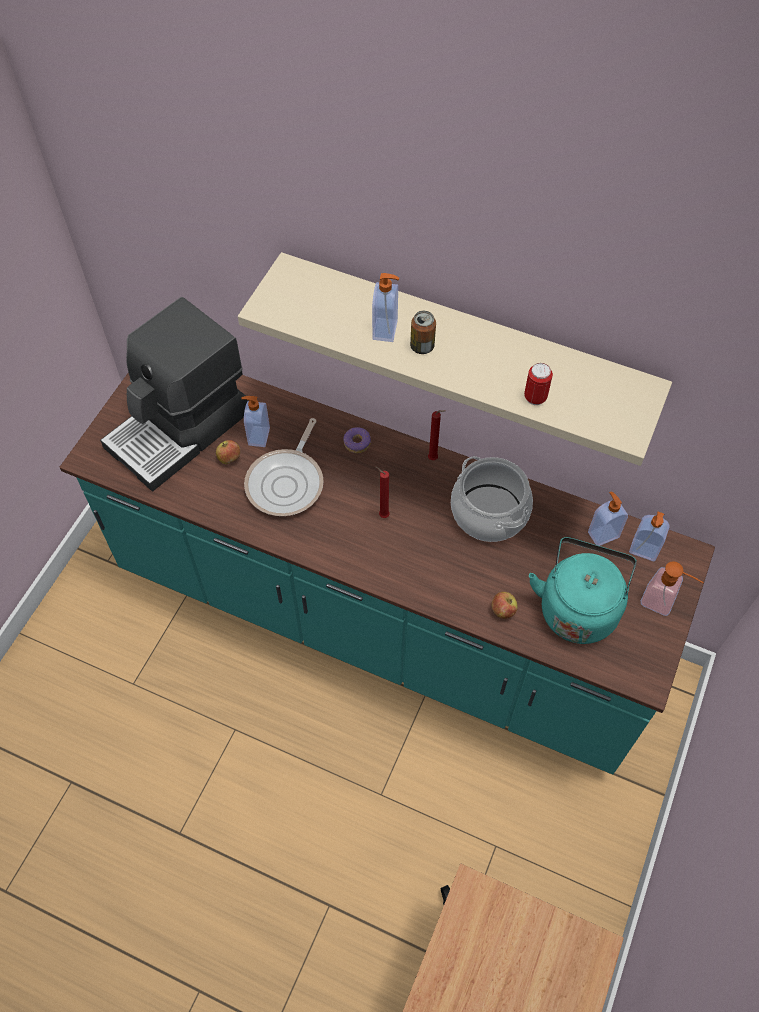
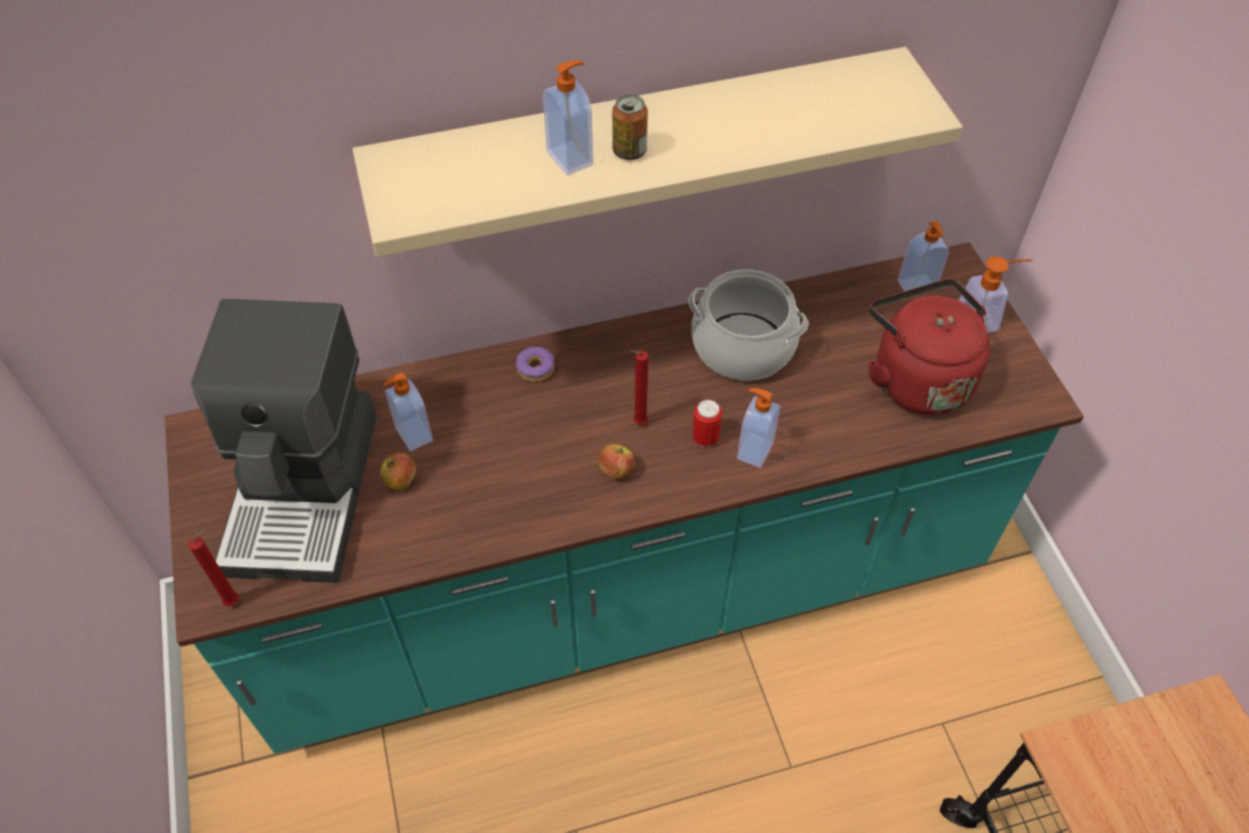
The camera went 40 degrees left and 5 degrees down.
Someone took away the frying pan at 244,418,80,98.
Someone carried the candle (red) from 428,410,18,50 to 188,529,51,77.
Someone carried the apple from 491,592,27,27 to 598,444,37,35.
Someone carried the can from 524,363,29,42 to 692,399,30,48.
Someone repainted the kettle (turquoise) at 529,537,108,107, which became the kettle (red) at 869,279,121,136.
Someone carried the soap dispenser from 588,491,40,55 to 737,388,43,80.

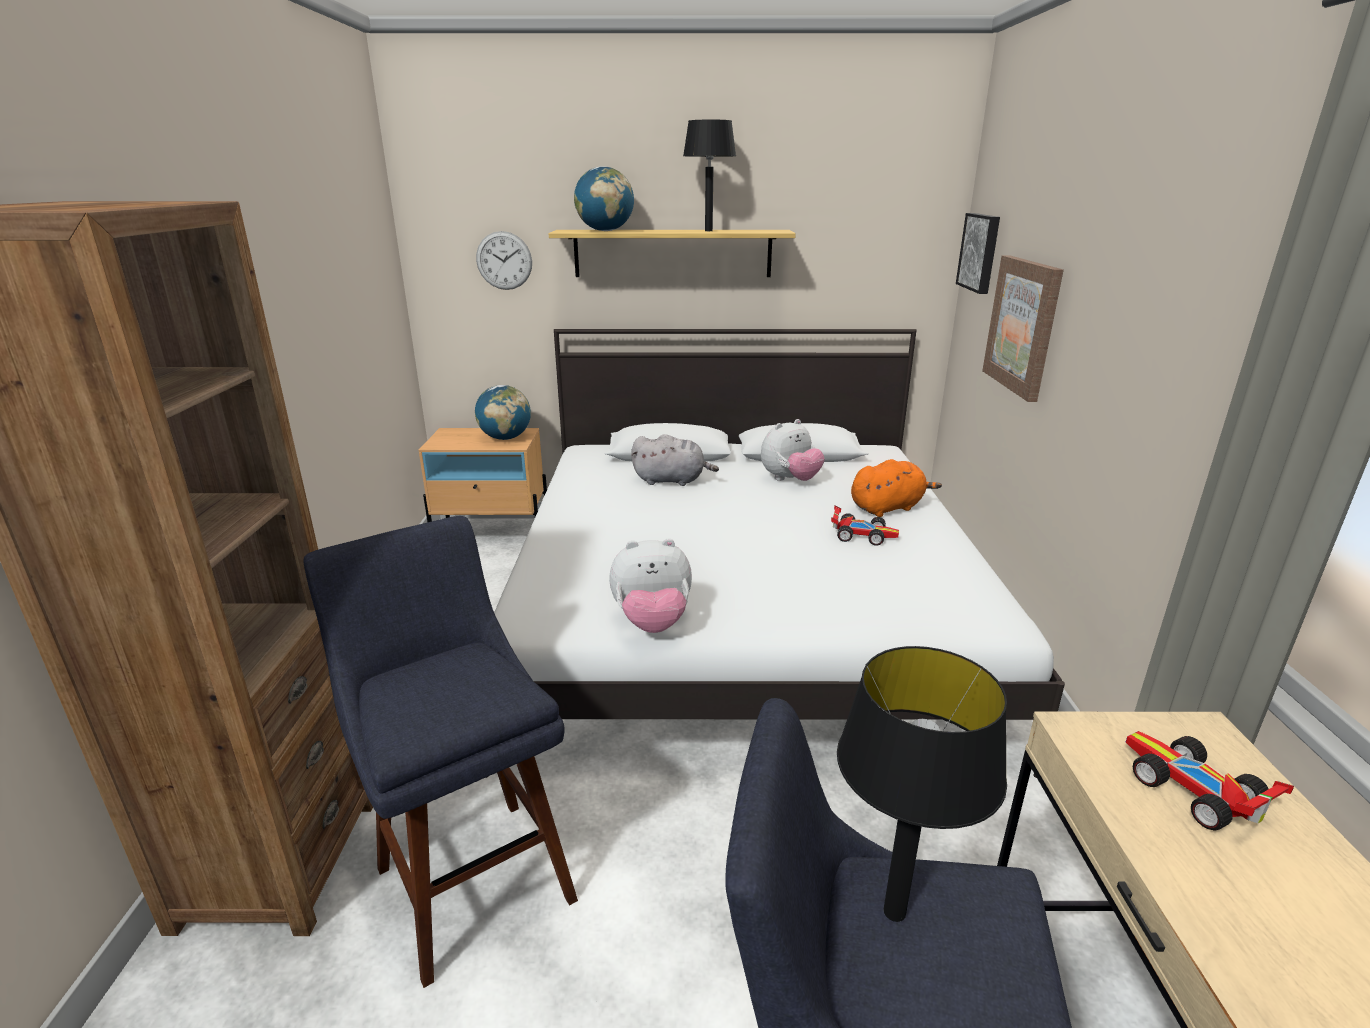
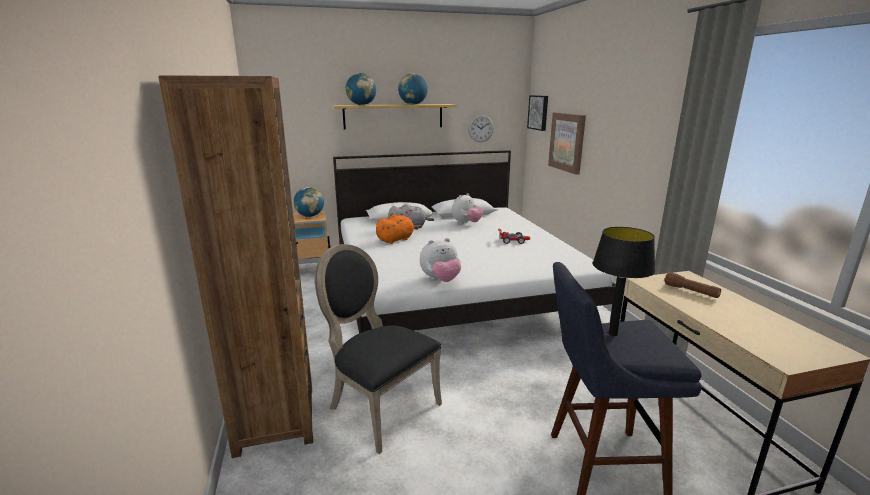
The camera went 15 degrees left and 5 degrees down.
Someone swapped the stool (blue) at 303,516,275,472 for the chair (black) at 315,244,127,210.
Someone carried the wall clock from 476,231,56,59 to 468,115,26,27.
Someone swapped the table lamp (black) at 683,120,53,111 for the globe at 398,73,30,32.
Someone carried the plush toy (orange) from 851,459,91,58 to 376,214,46,30.
Someone swapped the toy car at 1125,731,169,99 for the flashlight (brown) at 664,272,57,26.

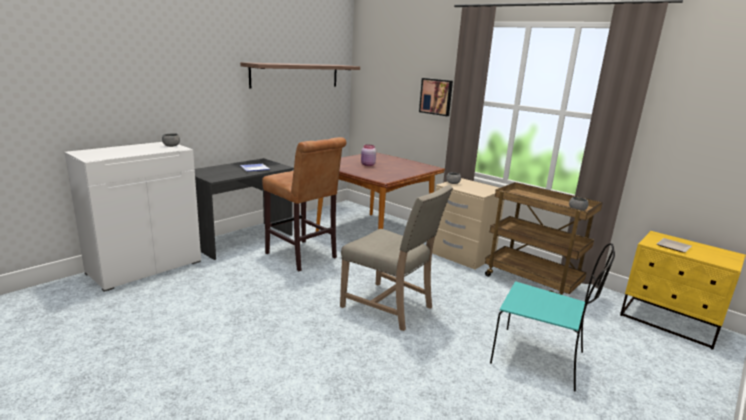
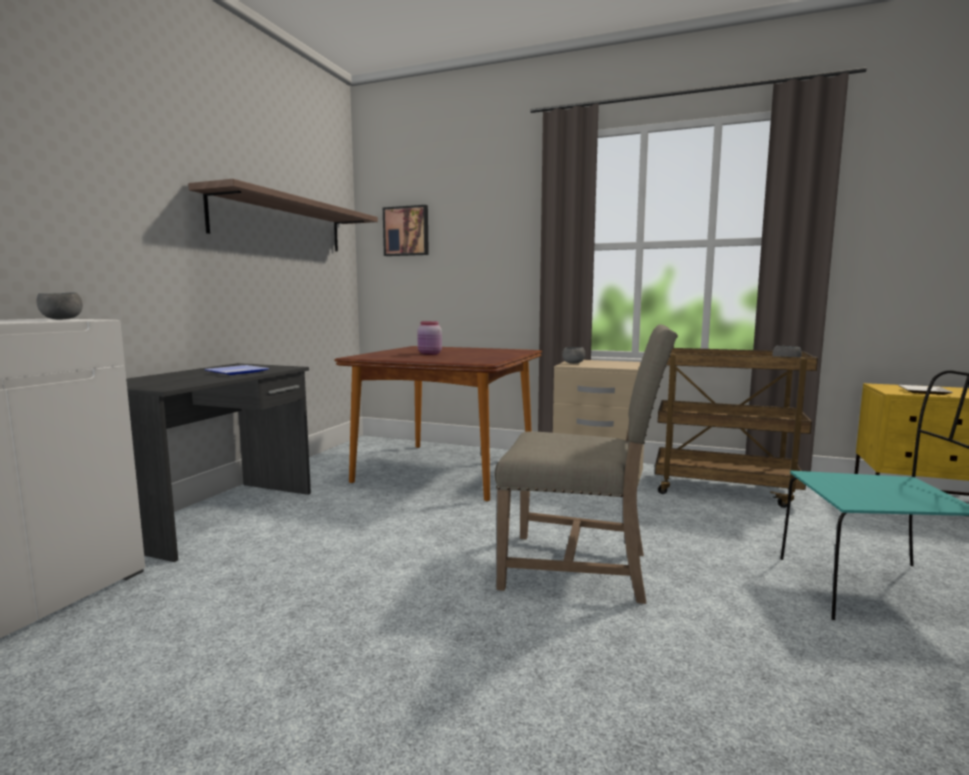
The camera went 20 degrees left and 10 degrees down.
Someone took away the stool (brown) at 262,137,84,134.
Someone carried the picture from 419,78,34,38 to 383,205,46,51.

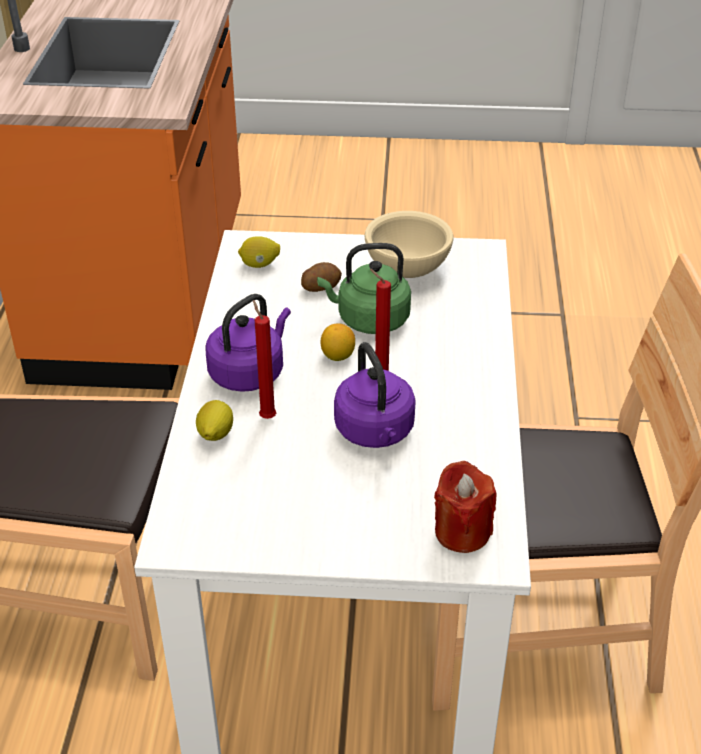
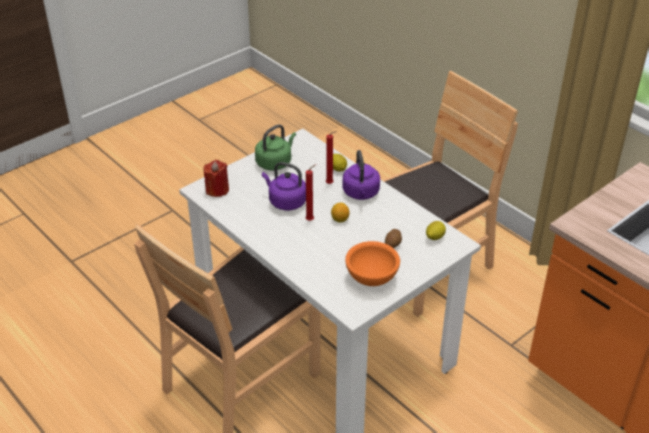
The camera went 135 degrees right and 0 degrees up.
Someone carried the kettle (green) from 317,243,94,91 to 255,124,41,47.
Someone repainted the bowl (beige) at 364,211,89,67, which became the bowl (orange) at 345,241,55,45.

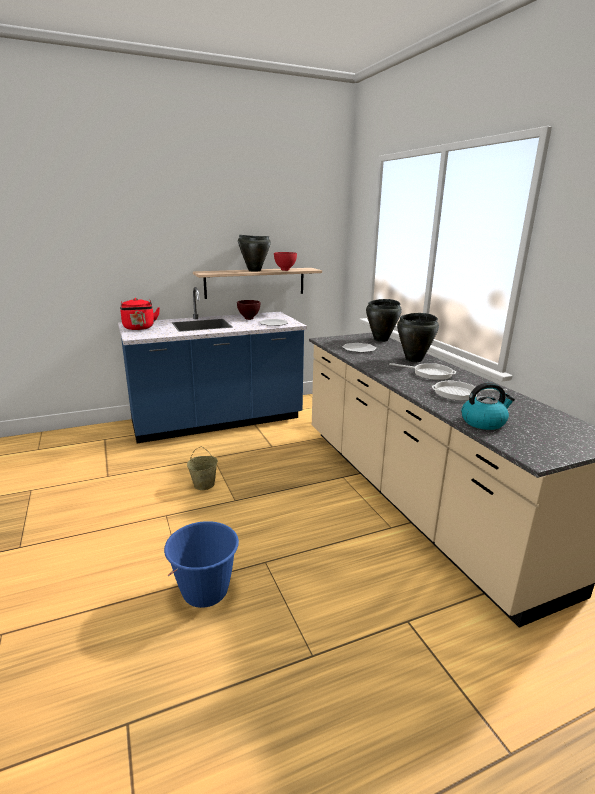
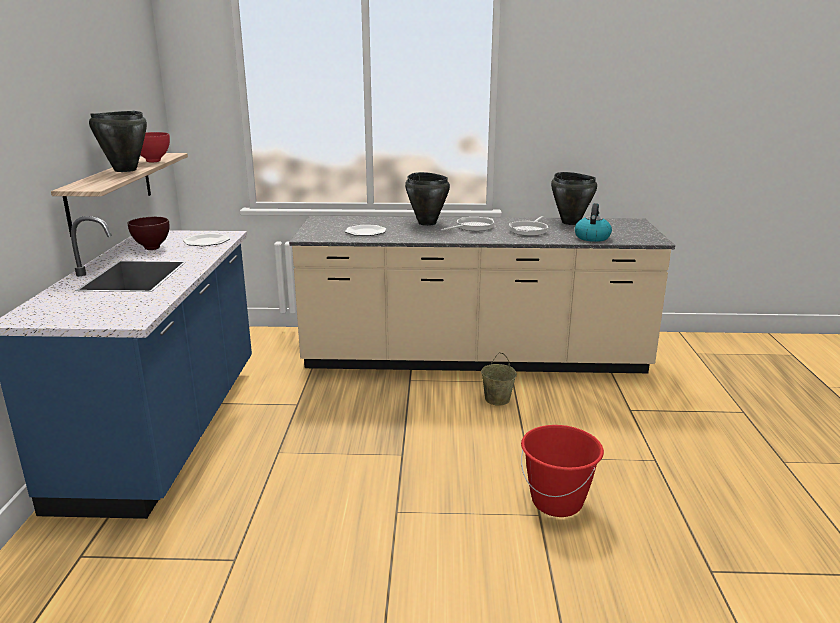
The camera went 65 degrees left and 0 degrees up.
Someone took away the kettle (red) at 120,298,40,32.
Someone repainted the bucket (blue) at 164,521,75,87, which became the bucket (red) at 521,425,83,92.
Someone carried the bucket (beige) from 187,447,31,43 to 481,353,36,53.
Someone carried the cooking pot (black) from 366,299,36,43 to 551,172,46,53.

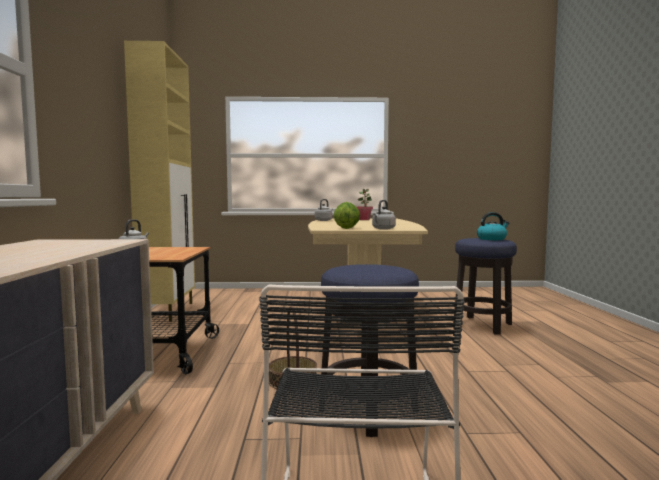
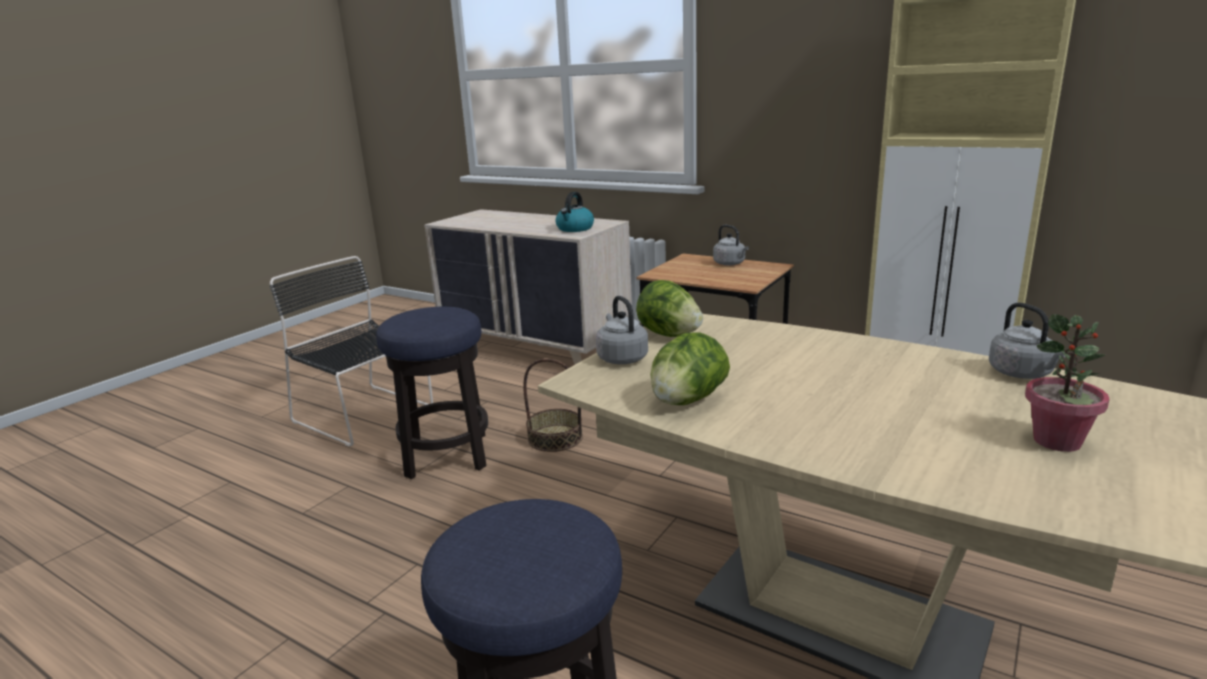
The camera went 125 degrees right and 15 degrees up.
Someone carried the kettle from 477,212,32,28 to 555,192,39,40.
Someone put down the lettuce at 650,332,80,73.

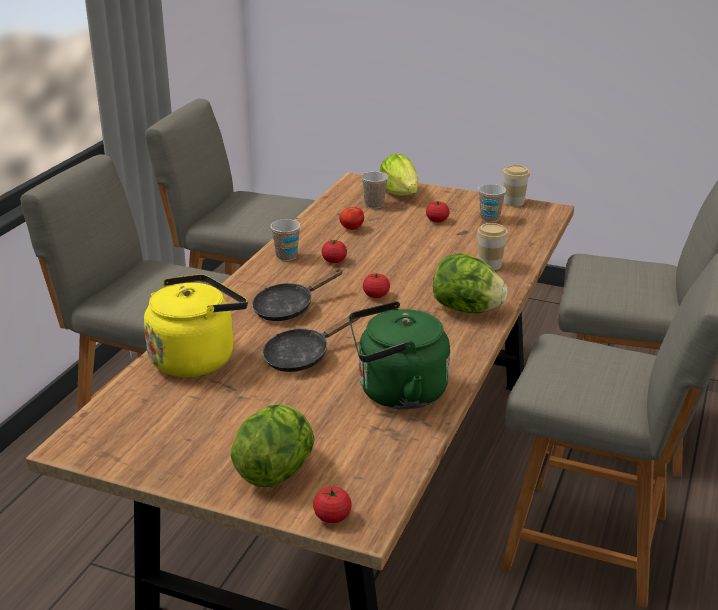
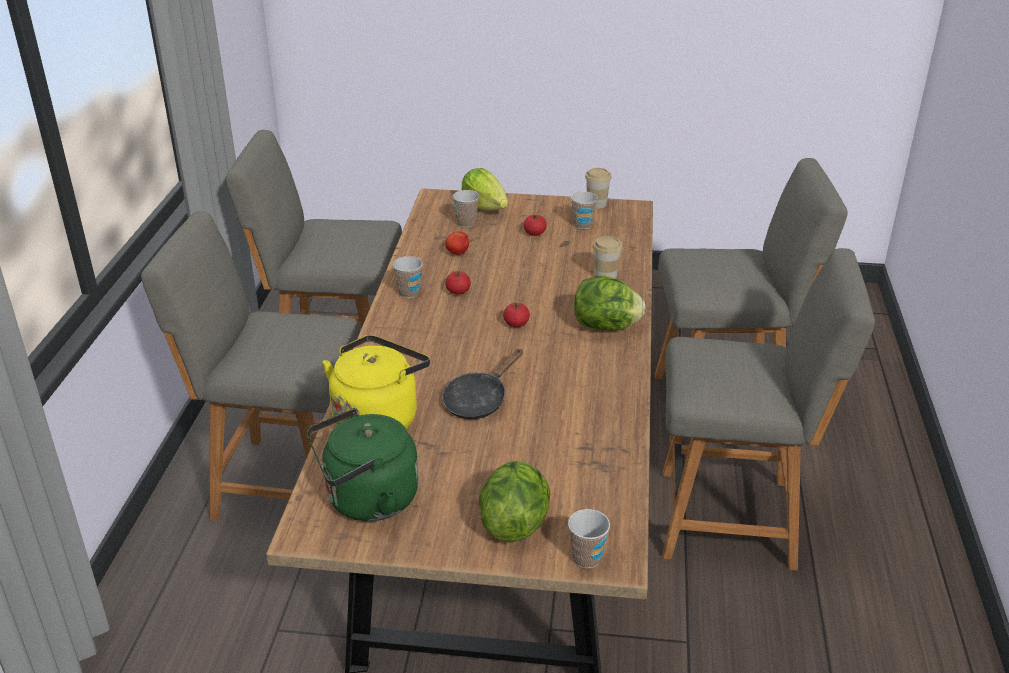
The camera went 15 degrees left and 5 degrees up.
Someone took away the frying pan (black) at 252,269,91,52.
Someone swapped the tomato at 313,486,39,37 for the cup at 568,509,42,59.
Someone carried the kettle (green) from 349,301,101,108 to 307,408,112,113.

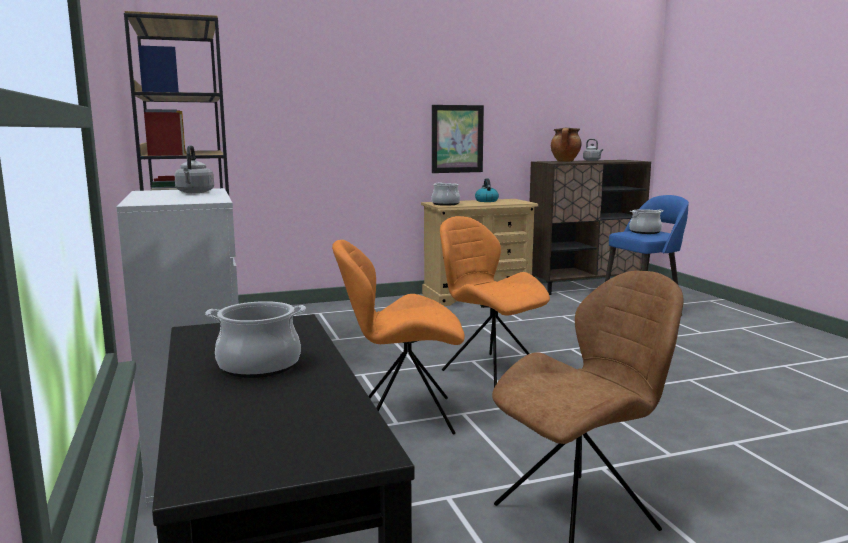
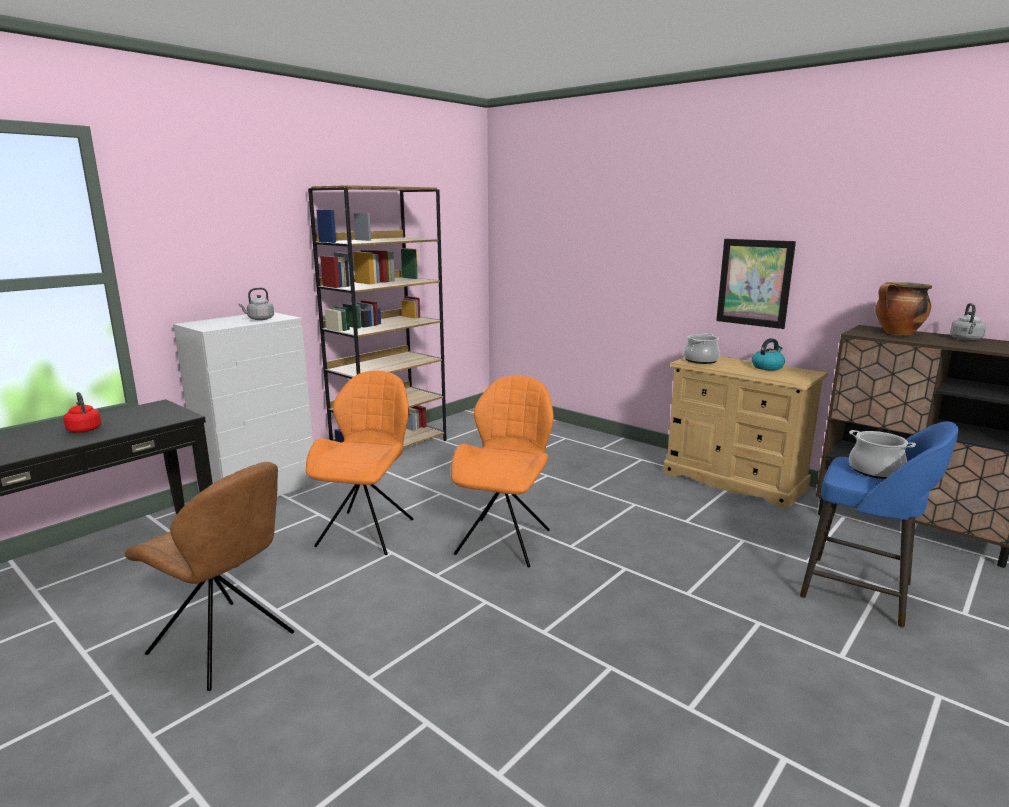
The camera went 60 degrees right and 5 degrees up.
Someone swapped the cooking pot at 205,301,101,77 for the kettle (red) at 63,392,38,41.
Someone rotated the chair (orange) at 332,240,133,194 by 45 degrees clockwise.

